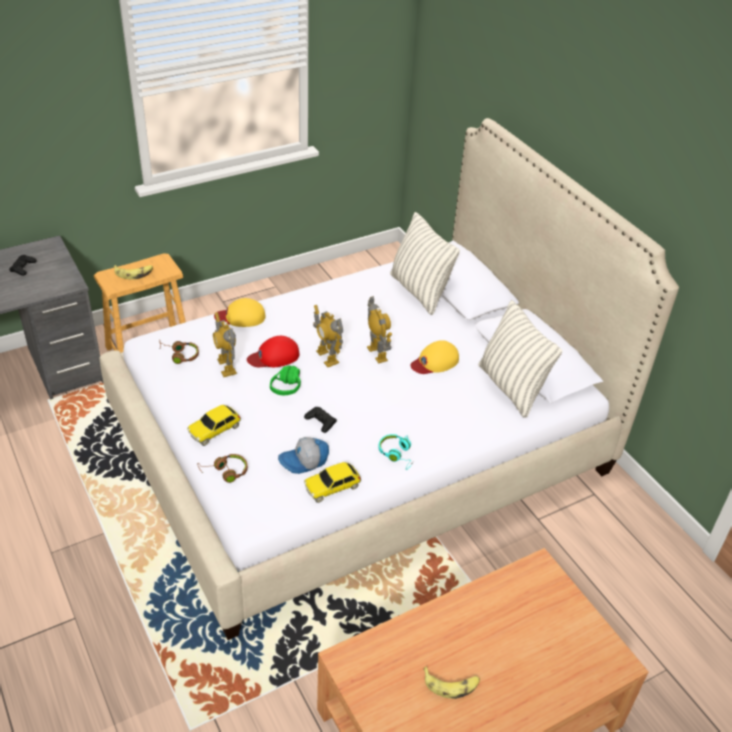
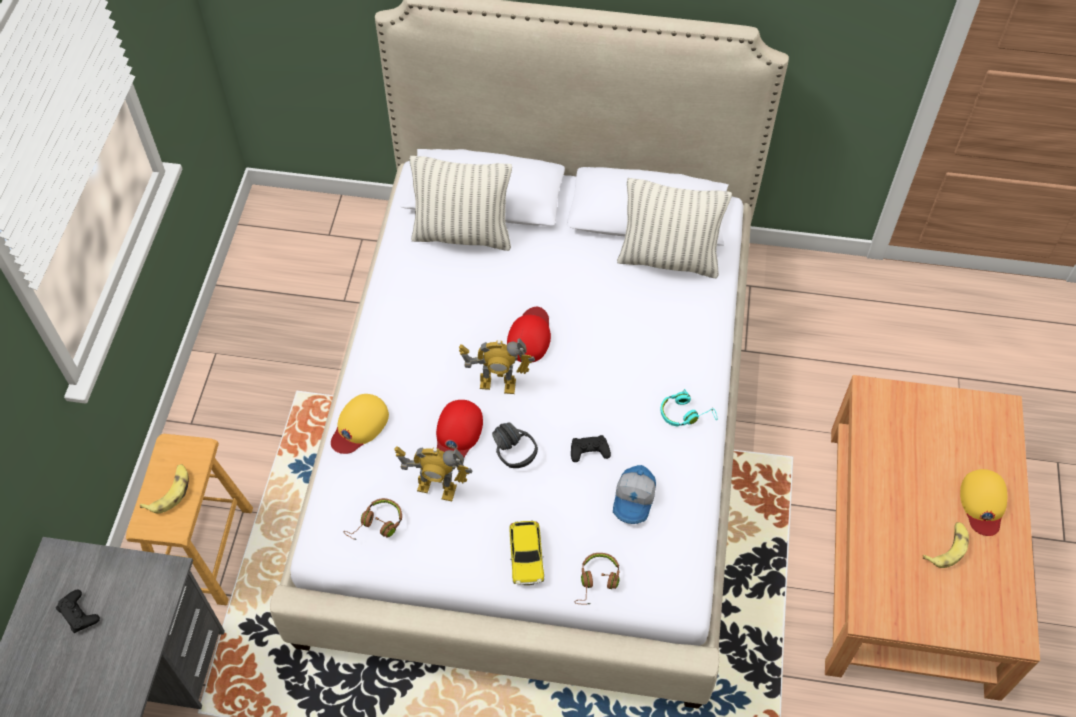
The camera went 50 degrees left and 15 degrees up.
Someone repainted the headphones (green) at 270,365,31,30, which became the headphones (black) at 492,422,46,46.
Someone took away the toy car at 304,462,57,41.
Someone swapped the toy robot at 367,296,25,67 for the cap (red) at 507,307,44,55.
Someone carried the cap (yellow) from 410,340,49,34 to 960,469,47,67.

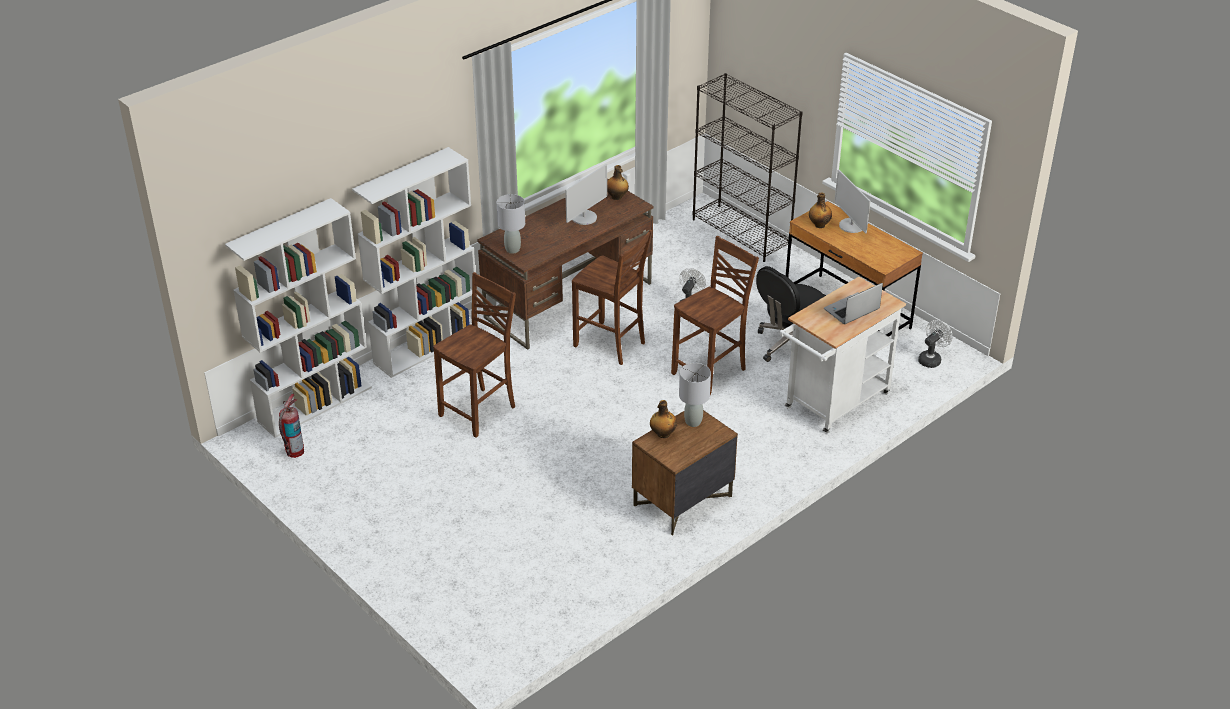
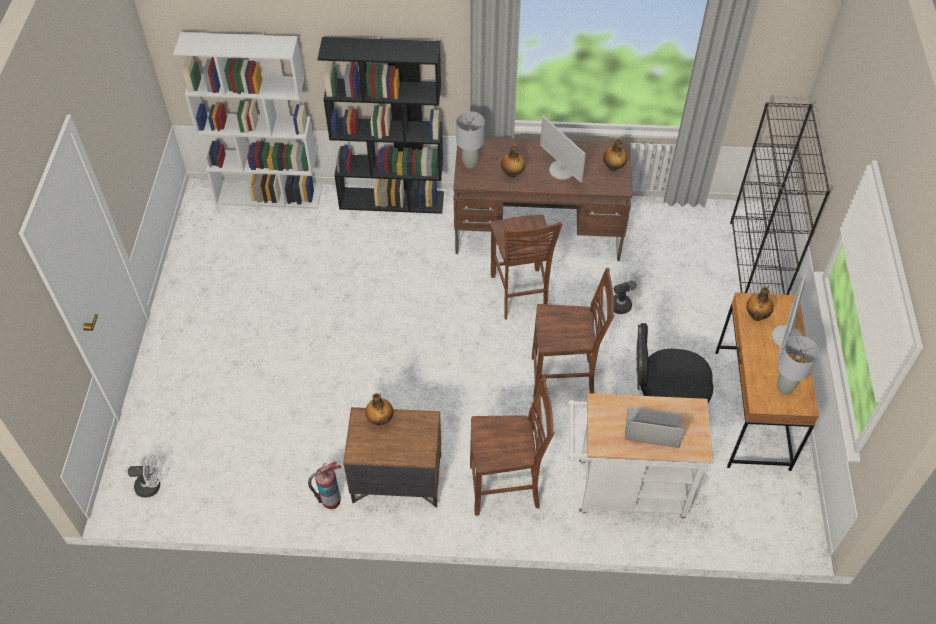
The camera went 45 degrees right and 15 degrees up.
Someone carried the fire extinguisher from 279,394,25,64 to 308,462,33,47.
Someone repainted the bookcase (white) at 352,147,124,231, which became the bookcase (black) at 318,37,126,177.
Someone carried the chair (brown) from 433,272,83,166 to 470,377,84,139.
Someone rotated the monitor at 565,164,42,61 by 60 degrees clockwise.
Someone carried the table lamp (grey) from 679,363,32,64 to 777,336,42,58.
Someone carried the fan (white) from 918,320,35,48 to 128,454,34,44.
Someone put down the bottle at 501,144,24,34.

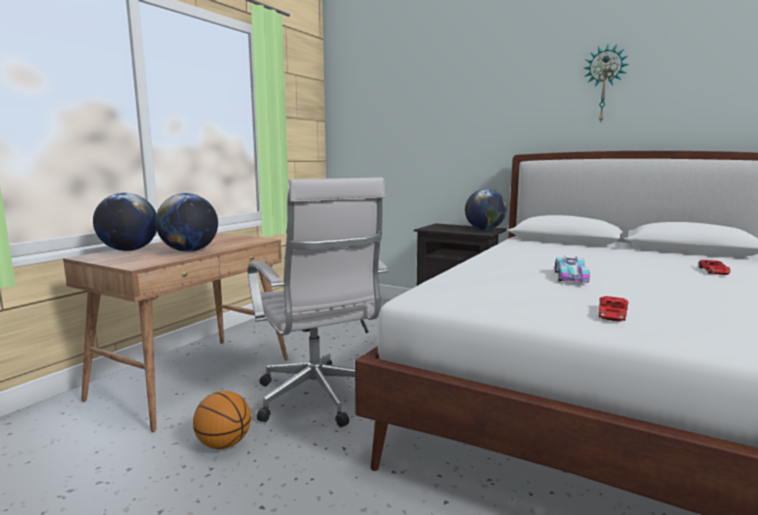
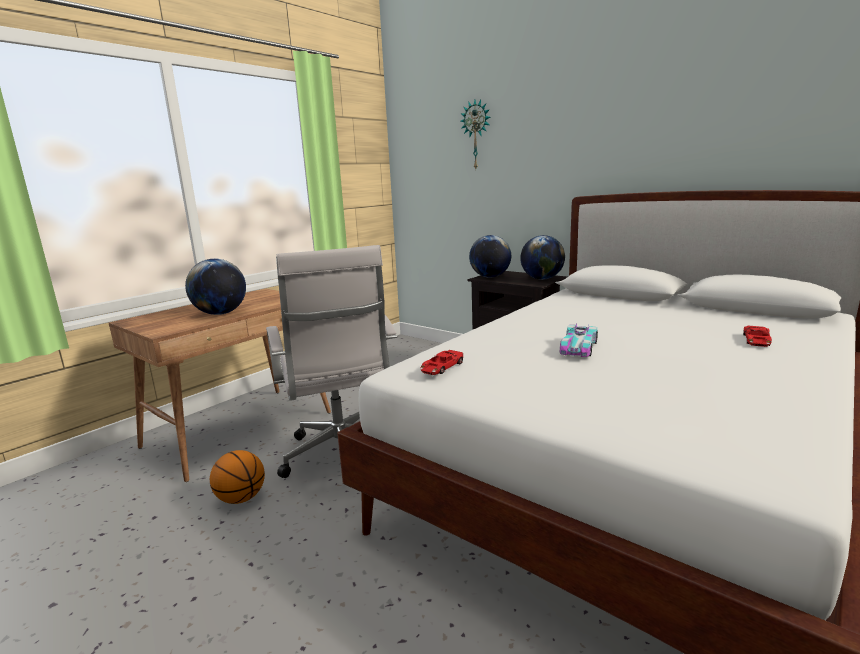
The camera went 10 degrees right and 5 degrees up.
Someone carried the globe from 93,193,64,58 to 469,235,42,43.
Someone carried the wall clock from 583,44,46,80 to 461,100,30,69.
Someone carried the toy car (red) from 599,296,30,26 to 420,350,43,25.

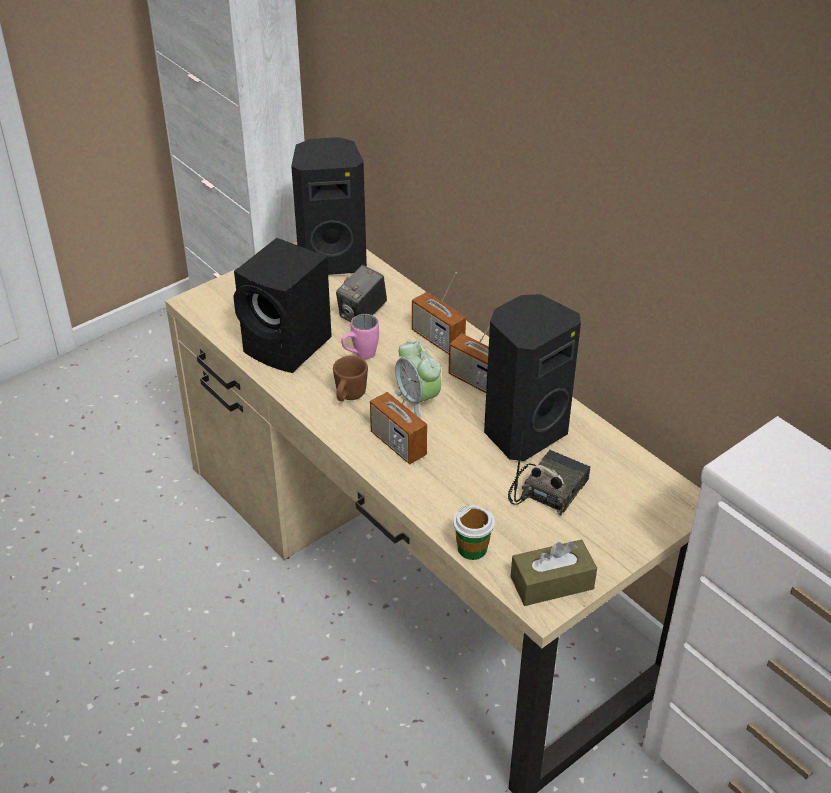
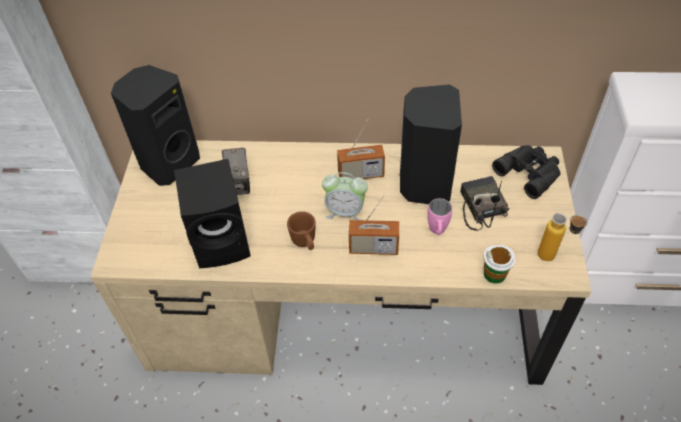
The camera went 45 degrees left and 10 degrees up.
Someone carried the mug (pink) from 341,314,38,45 to 427,198,25,37.
Someone took away the radio at 412,272,54,82.
Someone swapped the tissue box (brown) at 511,540,86,66 for the bottle at 538,213,49,48.
Someone put down the binoculars (black) at 492,145,68,54.

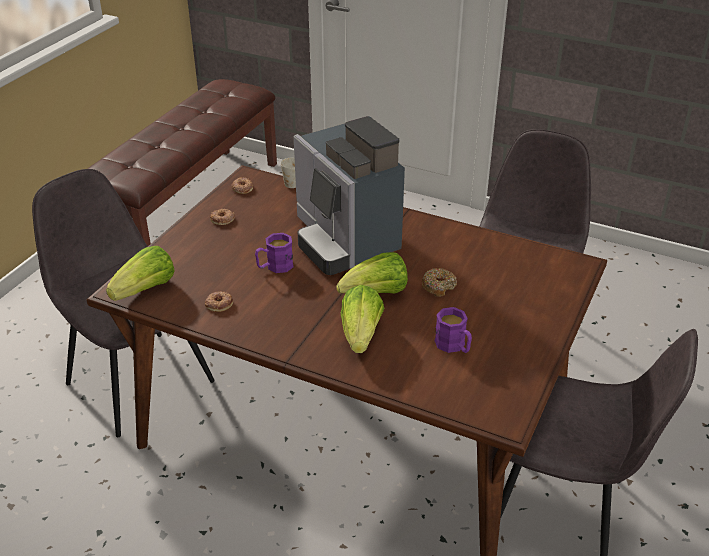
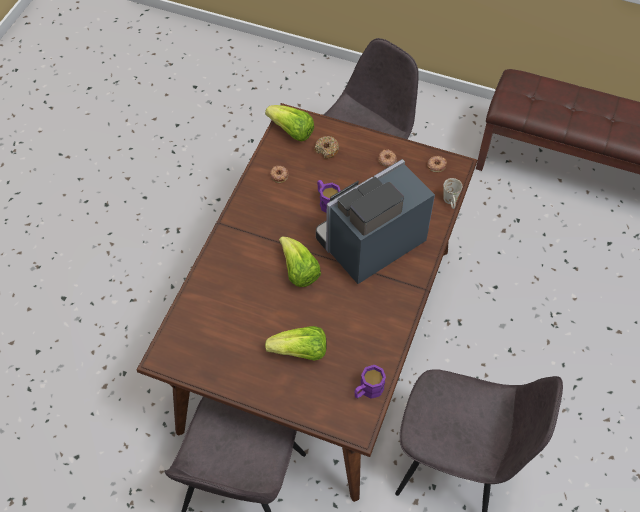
The camera went 85 degrees right and 20 degrees up.
Someone carried the lettuce from 341,285,44,68 to 265,326,61,35.
Someone carried the donut from 422,268,35,29 to 315,136,25,23.
Someone carried the mug (purple) from 435,307,37,46 to 354,365,32,34.

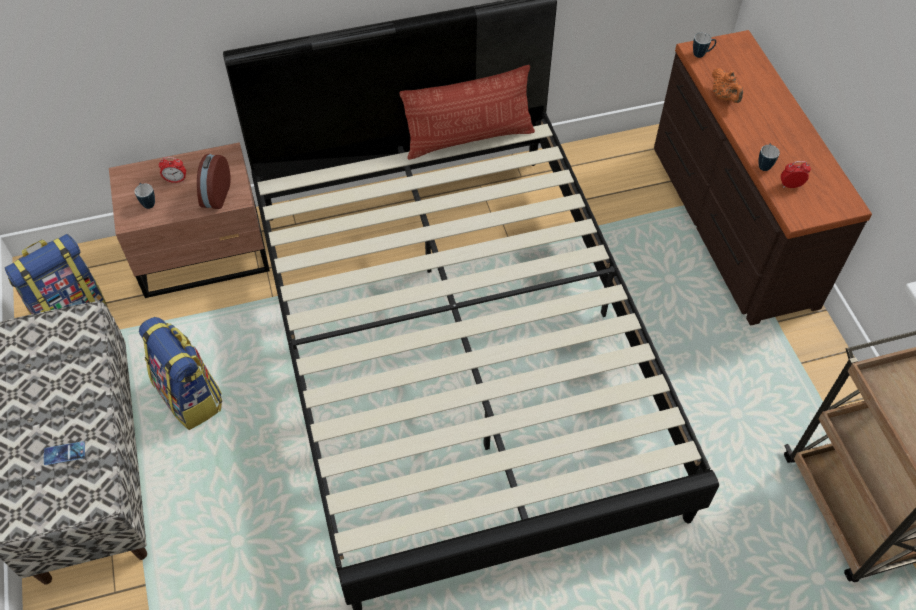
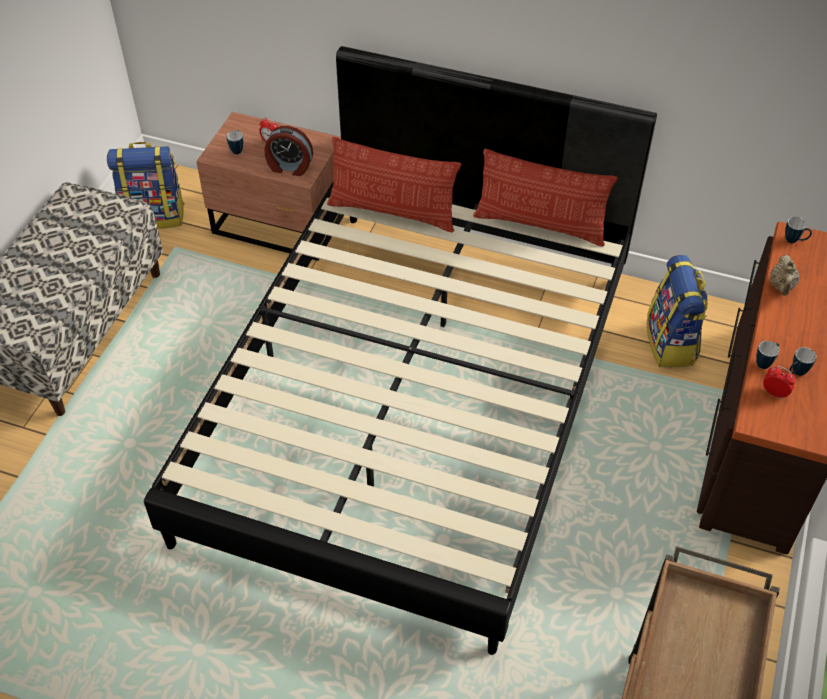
The camera went 35 degrees right and 5 degrees down.
Someone took away the phone at 44,441,41,24.
Someone carried the backpack from 139,317,83,113 to 647,255,61,112.
Someone rotated the alarm clock at 197,154,34,55 by 120 degrees counterclockwise.
Someone repainted the teapot (orange) at 712,68,31,35, which became the teapot (beige) at 770,255,29,41.
Someone put down the pillow at 327,137,134,95.
Someone put down the mug at 789,347,27,29.

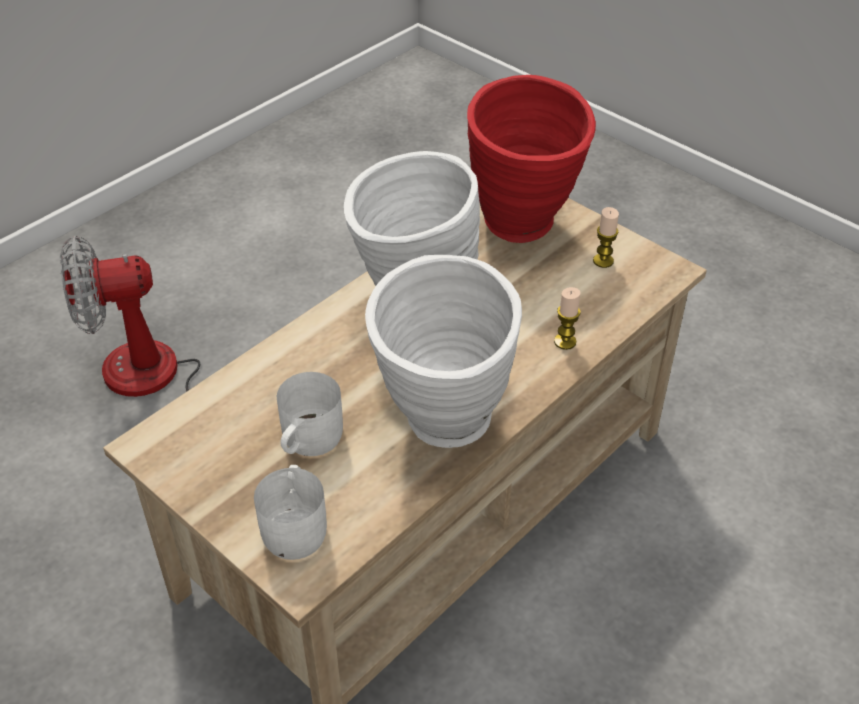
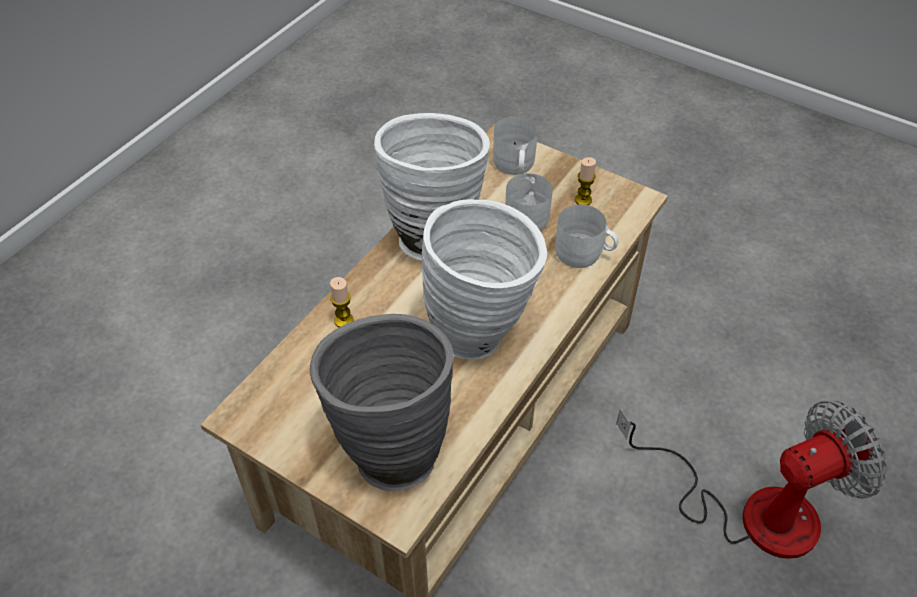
The camera went 170 degrees right and 5 degrees up.
Someone repainted the vase (red) at 467,75,129,168, which became the vase (grey) at 310,314,144,177.
Someone carried the candle from 593,207,26,61 to 575,157,21,48.
Someone put down the mug (white) at 555,204,63,64.

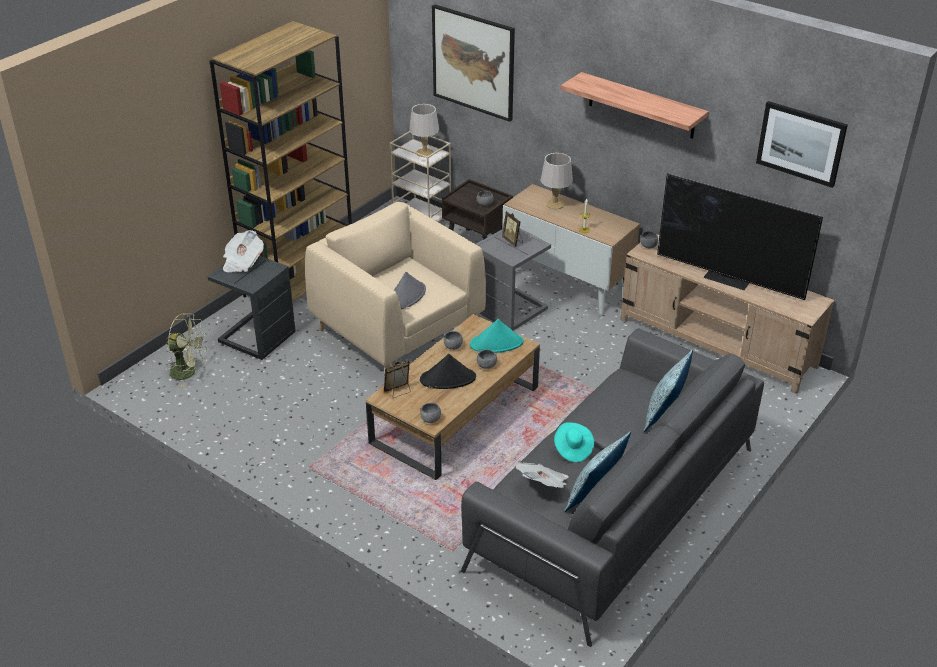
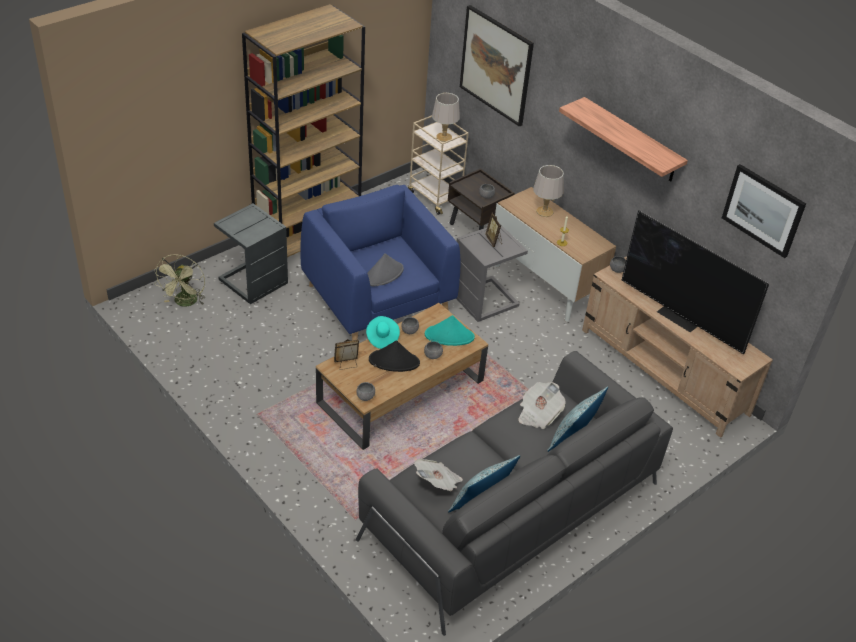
The camera went 10 degrees right and 5 degrees up.
Someone rotated the fan (green) at 166,313,41,74 by 75 degrees clockwise.
Someone carried the newspaper from 223,230,41,42 to 518,382,47,47.
Someone repainted the armchair (beige) at 305,202,181,166, which became the armchair (blue) at 301,185,159,155.
Someone carried the hat (turquoise) from 554,422,40,40 to 366,316,34,33.

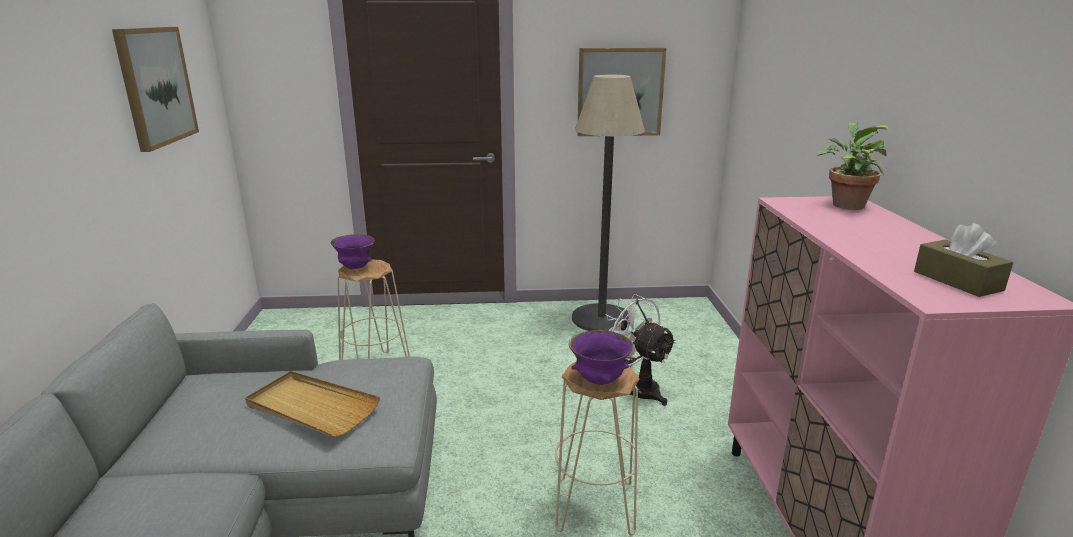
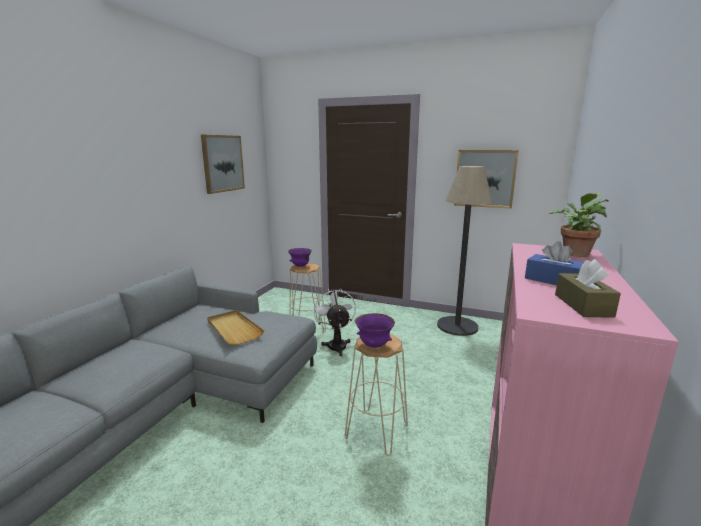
The camera went 25 degrees right and 5 degrees down.
Someone carried the fan (white) from 605,294,72,112 to 313,288,43,68.
Someone put down the tissue box (blue) at 525,241,59,44.

